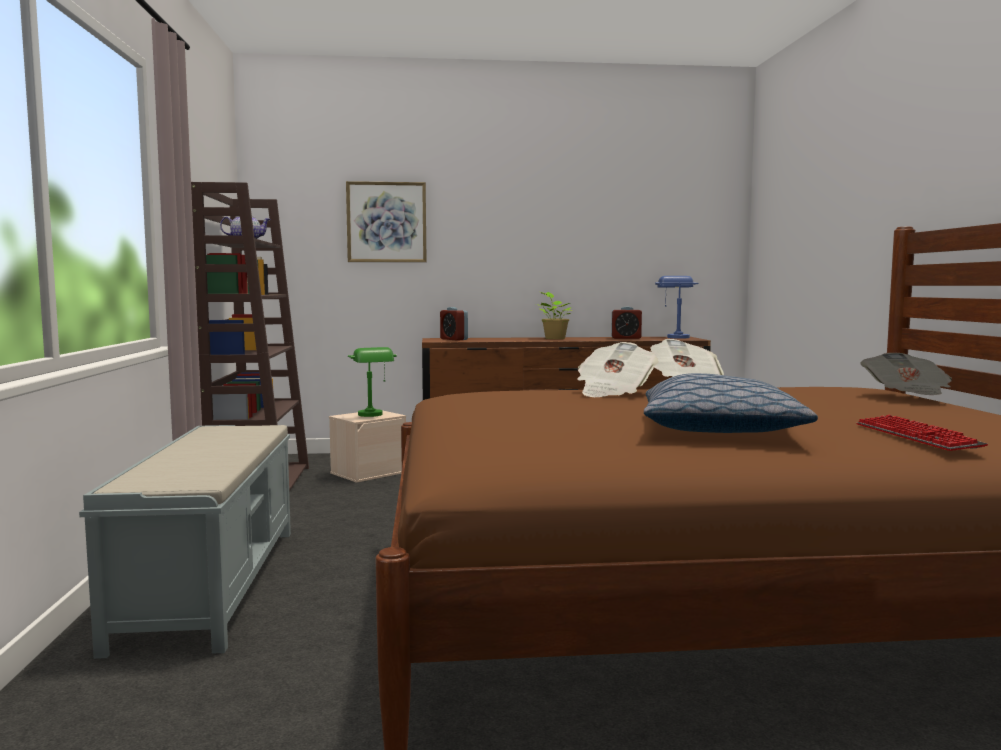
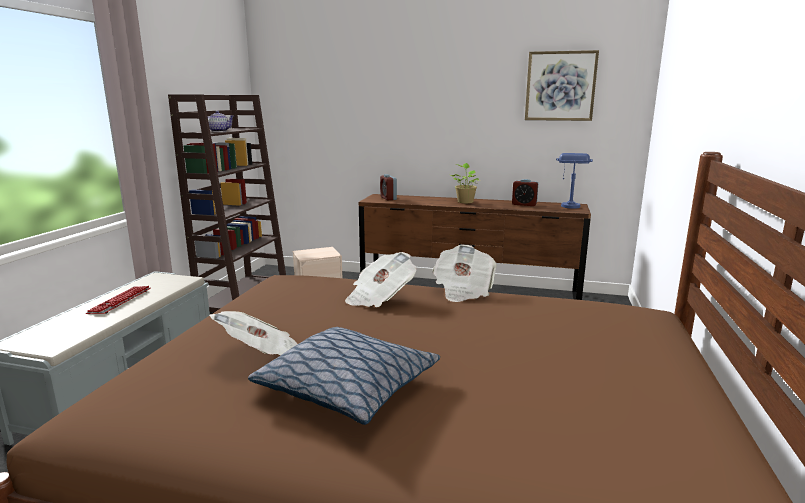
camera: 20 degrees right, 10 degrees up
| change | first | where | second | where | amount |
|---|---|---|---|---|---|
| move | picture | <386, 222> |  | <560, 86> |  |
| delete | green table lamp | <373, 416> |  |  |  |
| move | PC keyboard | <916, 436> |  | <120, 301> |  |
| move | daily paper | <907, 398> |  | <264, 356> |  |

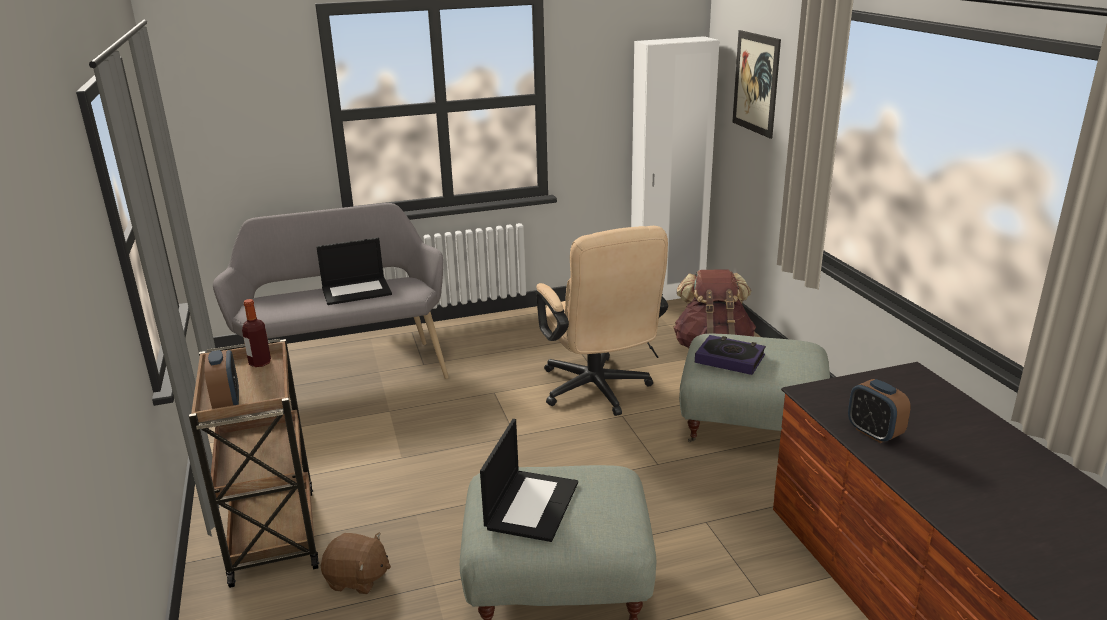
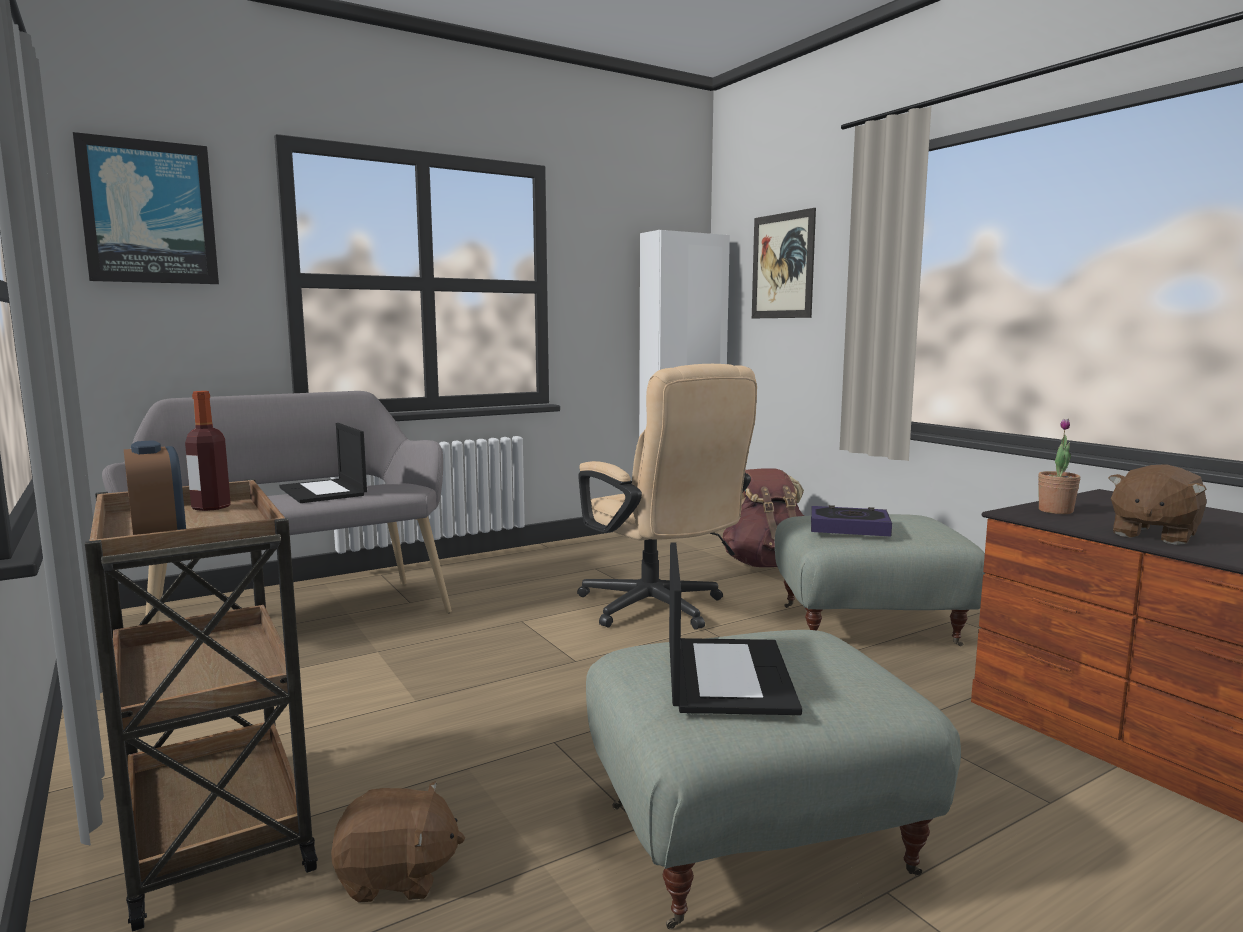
camera: 15 degrees left, 15 degrees down
| change | first | where | second | where | amount |
|---|---|---|---|---|---|
| rotate | portable computer | <357, 291> |  | <324, 491> | 90 degrees clockwise |
| replace | table clock | <874, 433> | brown soft toy | <1153, 534> |  |
| insert |  |  | picture | <149, 212> |  |
| insert |  |  | potted plant | <1055, 511> |  |

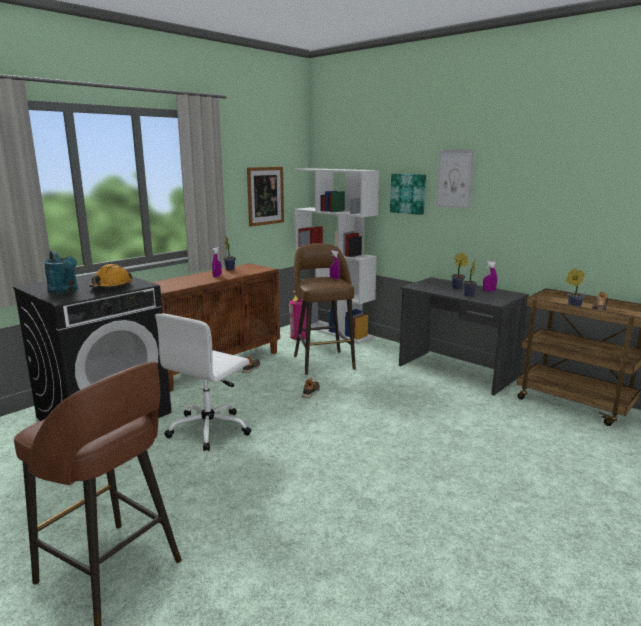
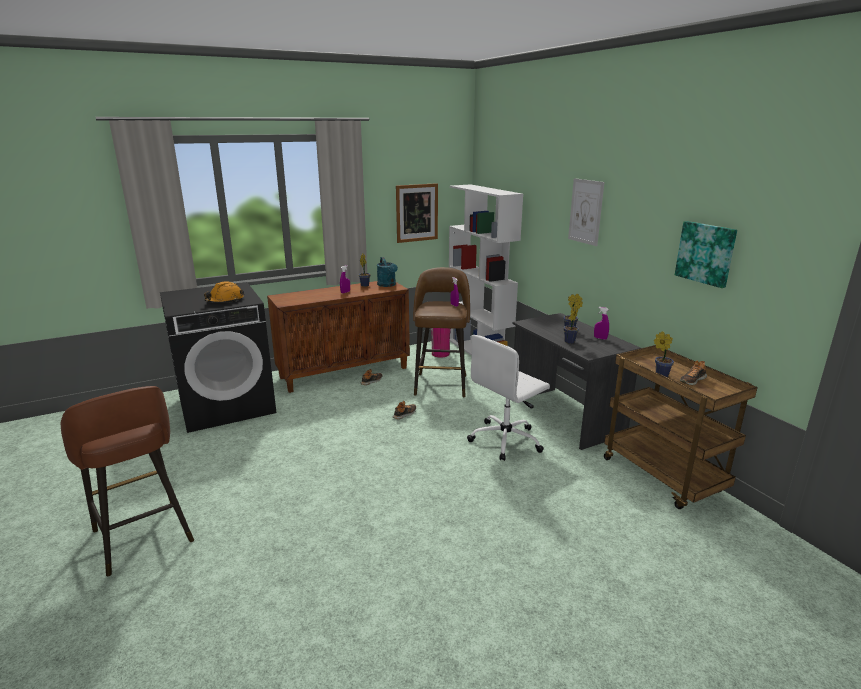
camera: 20 degrees right, 5 degrees up
| change | first | where | second | where | amount |
|---|---|---|---|---|---|
| move | turquoise-coloured sprinkling can | <65, 291> |  | <388, 285> |  |
| move | white-coloured computer chair | <210, 429> |  | <506, 440> |  |
| move | picture | <408, 193> |  | <706, 253> |  |

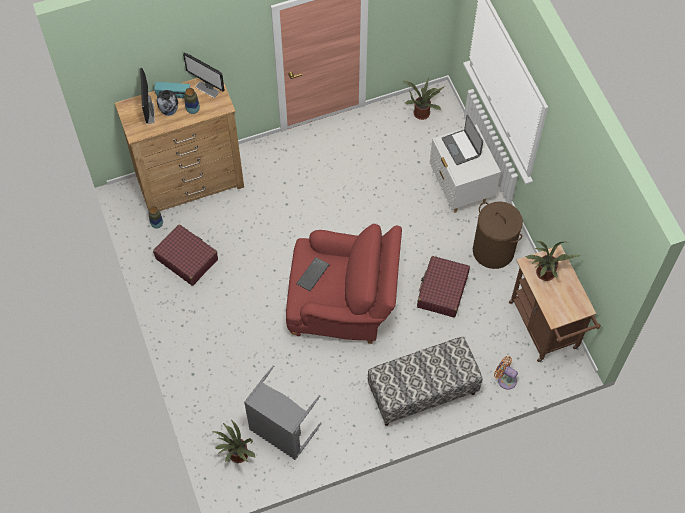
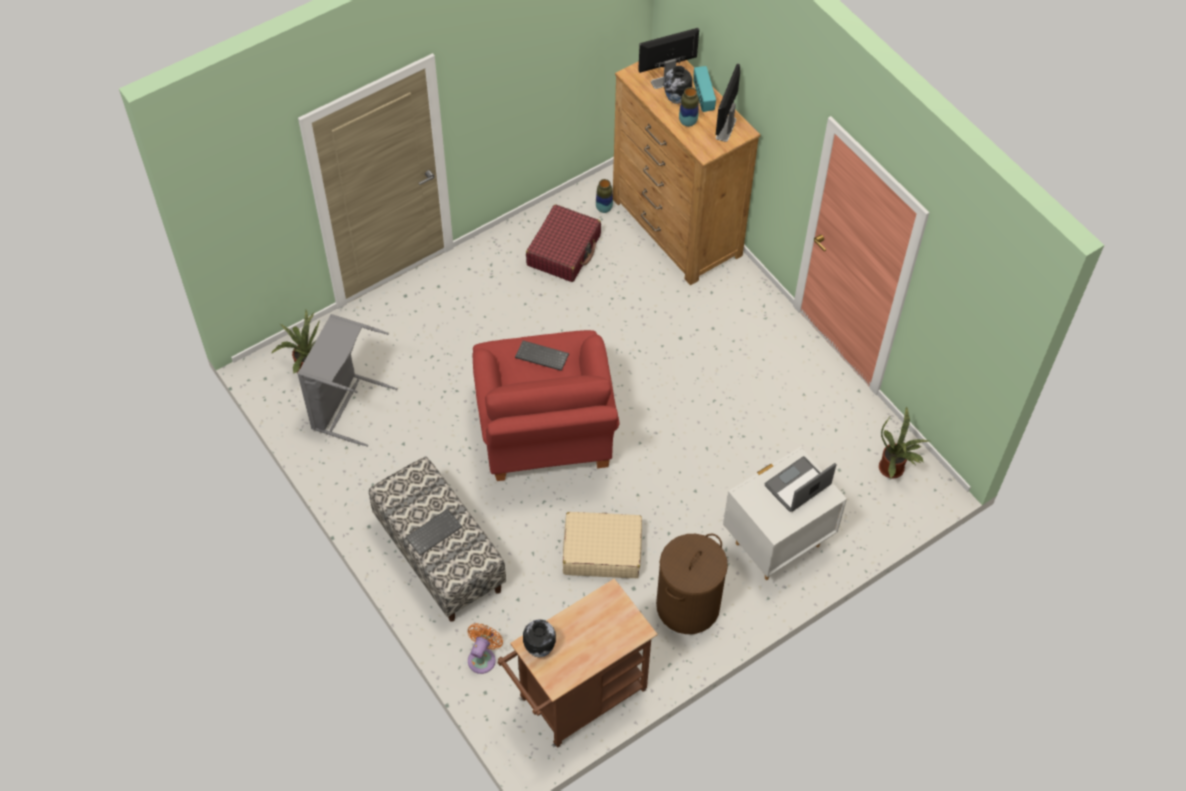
camera: 75 degrees right, 5 degrees down
| change | first | where | second | where | amount |
|---|---|---|---|---|---|
| recolor | red-coloured suitcase | <442, 291> | beige suitcase | <601, 551> |  |
| delete | potted plant | <545, 275> |  |  |  |
| insert |  |  | PC keyboard | <434, 531> |  |
| insert |  |  | vase | <539, 648> |  |

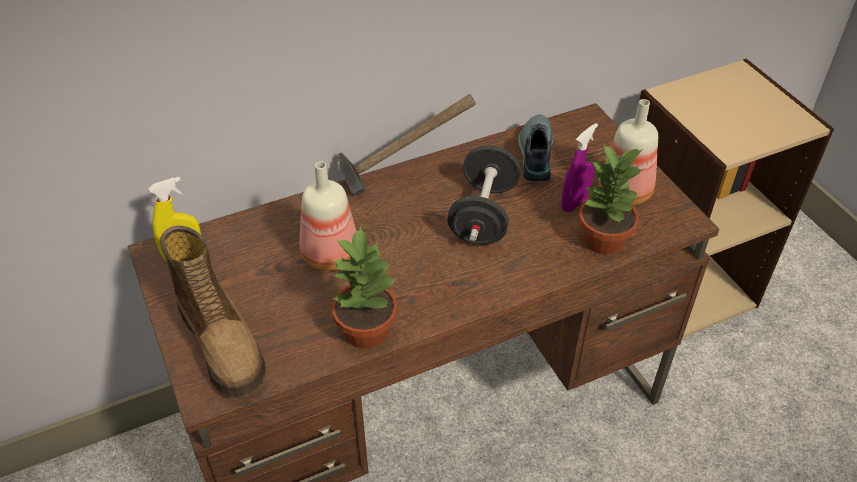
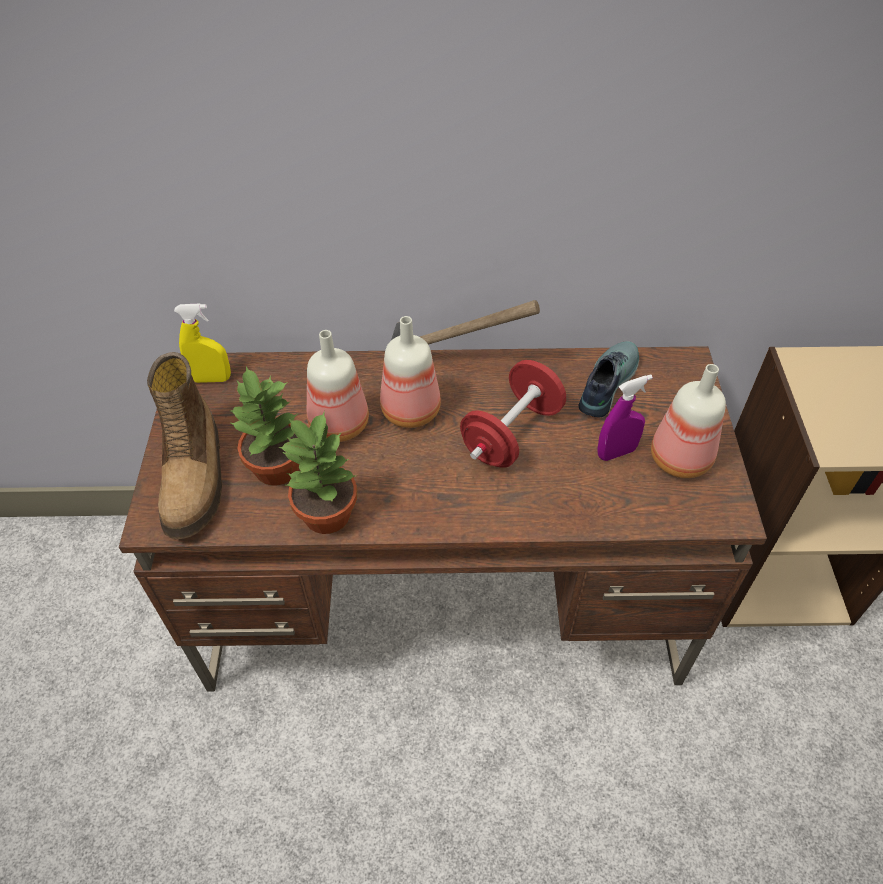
camera: 25 degrees right, 5 degrees up
| change | first | where | second | where | amount |
|---|---|---|---|---|---|
| recolor | blackish hand weight | <483, 215> | red-coloured hand weight | <511, 433> |  |
| move | potted plant | <604, 240> |  | <277, 468> |  |
| insert |  |  | beverage bottle | <409, 409> |  |

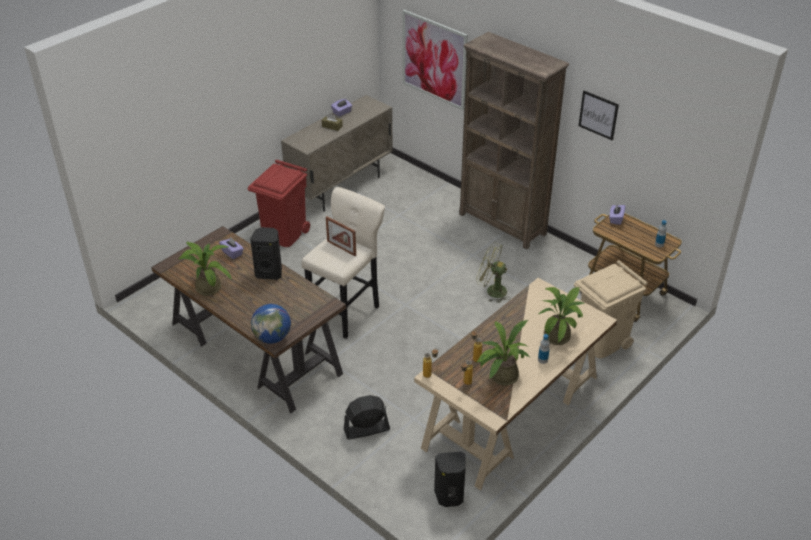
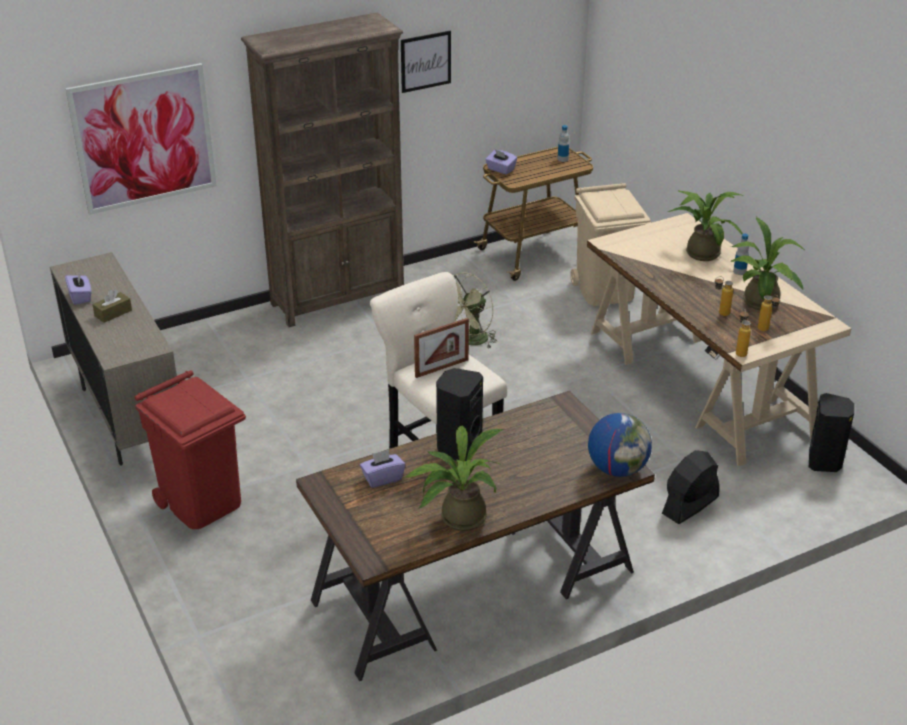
camera: 70 degrees left, 5 degrees down
| change | first | where | second | where | amount |
|---|---|---|---|---|---|
| rotate | blackish cooling fan | <366, 429> |  | <690, 505> | 45 degrees clockwise |

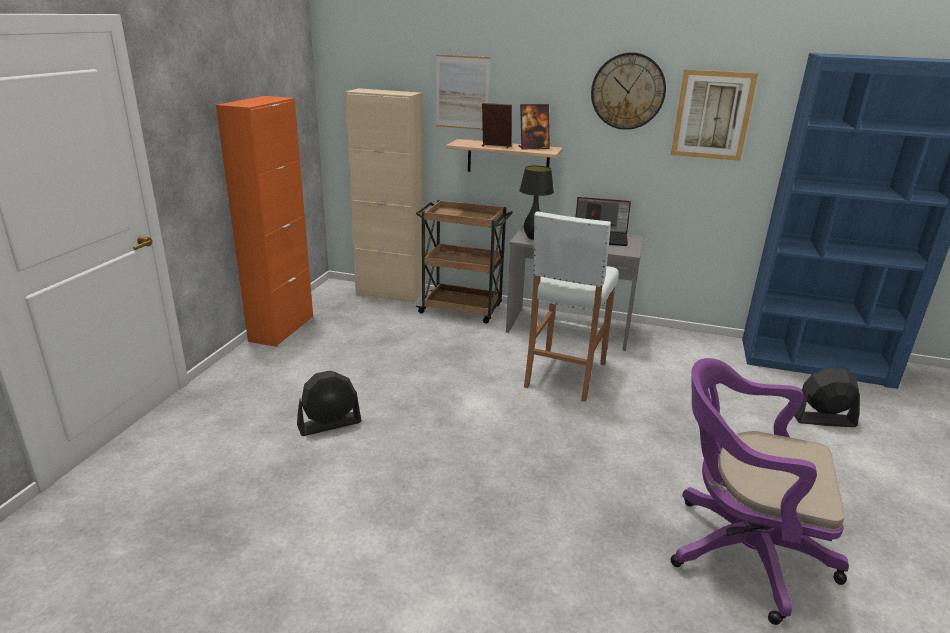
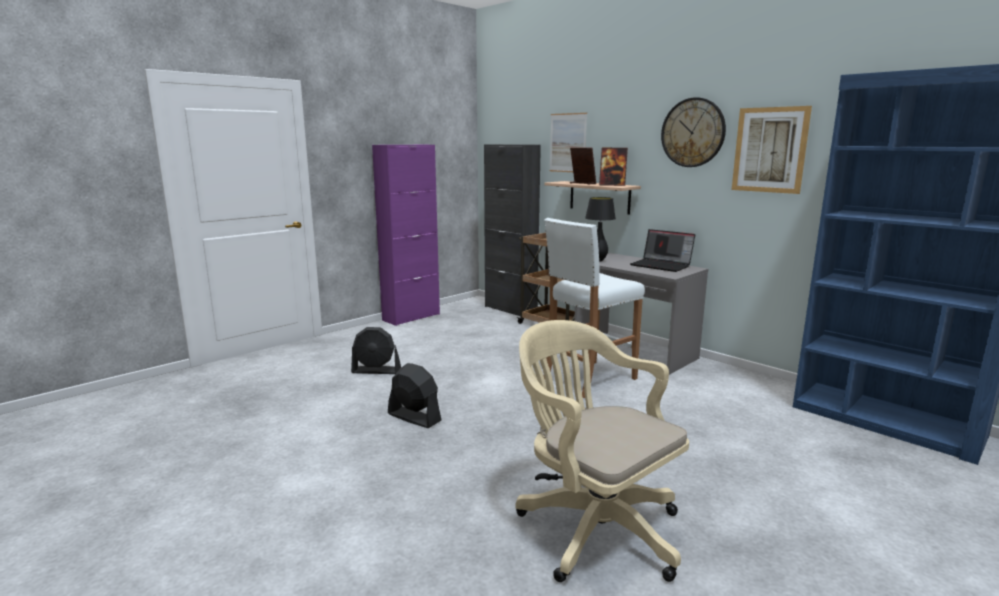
camera: 30 degrees right, 10 degrees down
| change | first | where | second | where | amount |
|---|---|---|---|---|---|
| recolor | orange-coloured cabinet | <282, 329> | purple-coloured cabinet | <411, 317> |  |
| recolor | beige cabinet | <389, 293> | blackish cabinet | <510, 309> |  |
| recolor | purple-coloured computer chair | <738, 551> | beige computer chair | <593, 526> |  |
| move | blackish cooling fan | <823, 419> |  | <414, 417> |  |

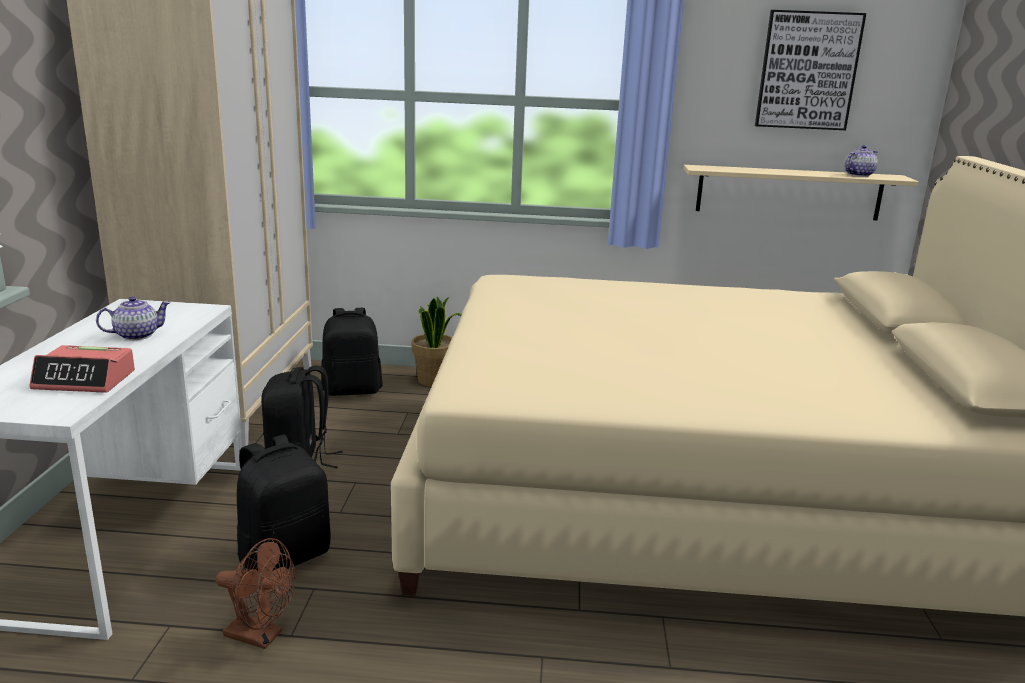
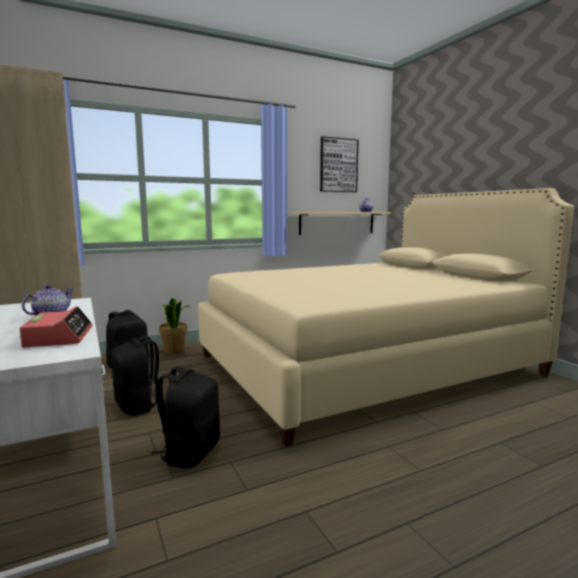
camera: 30 degrees left, 10 degrees down
| change | first | where | second | where | amount |
|---|---|---|---|---|---|
| rotate | table clock | <85, 380> |  | <59, 337> | 75 degrees counterclockwise |
| delete | brown cooling fan | <261, 636> |  |  |  |

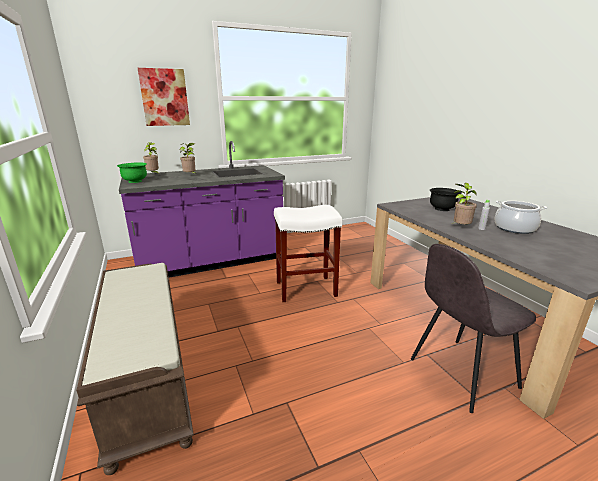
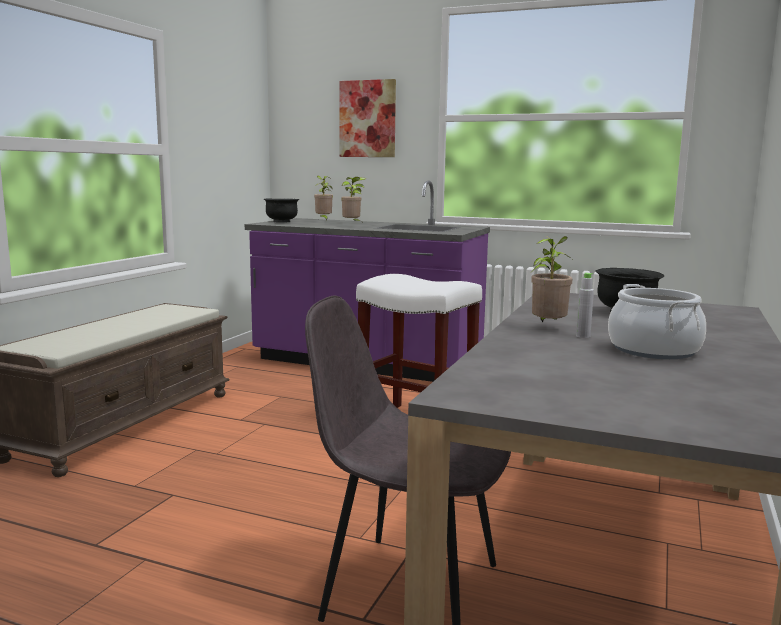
camera: 45 degrees right, 10 degrees down
| change | first | where | second | where | amount |
|---|---|---|---|---|---|
| recolor | green serving bowl | <135, 181> | blackish serving bowl | <282, 222> |  |

